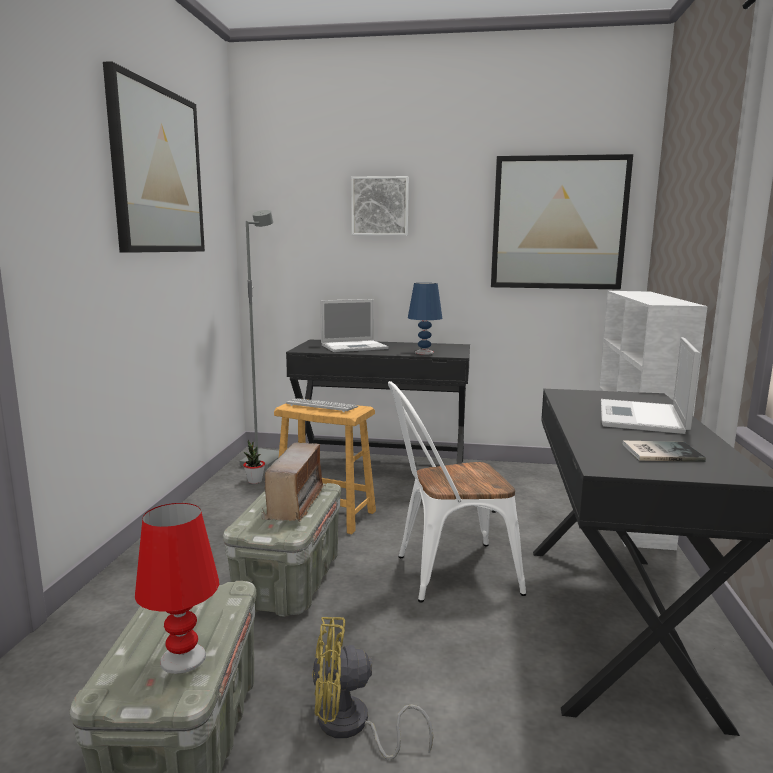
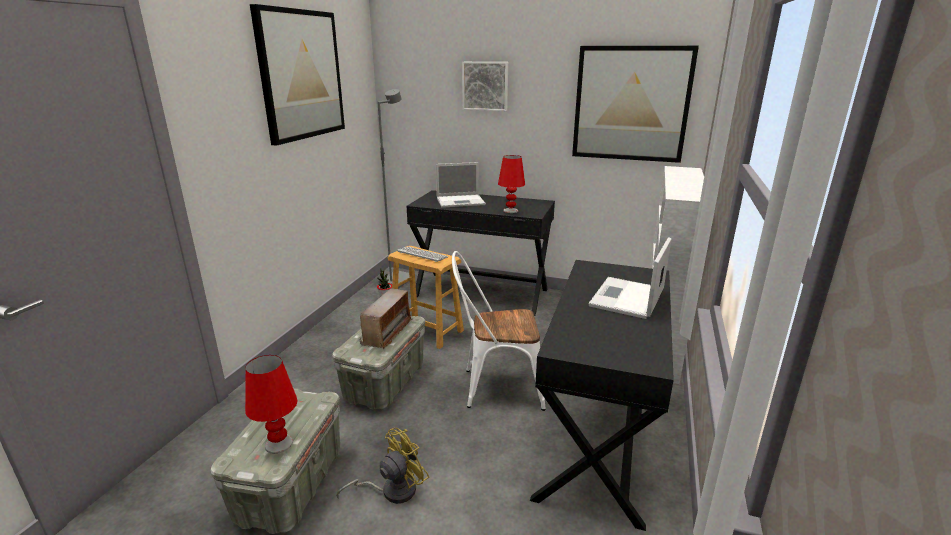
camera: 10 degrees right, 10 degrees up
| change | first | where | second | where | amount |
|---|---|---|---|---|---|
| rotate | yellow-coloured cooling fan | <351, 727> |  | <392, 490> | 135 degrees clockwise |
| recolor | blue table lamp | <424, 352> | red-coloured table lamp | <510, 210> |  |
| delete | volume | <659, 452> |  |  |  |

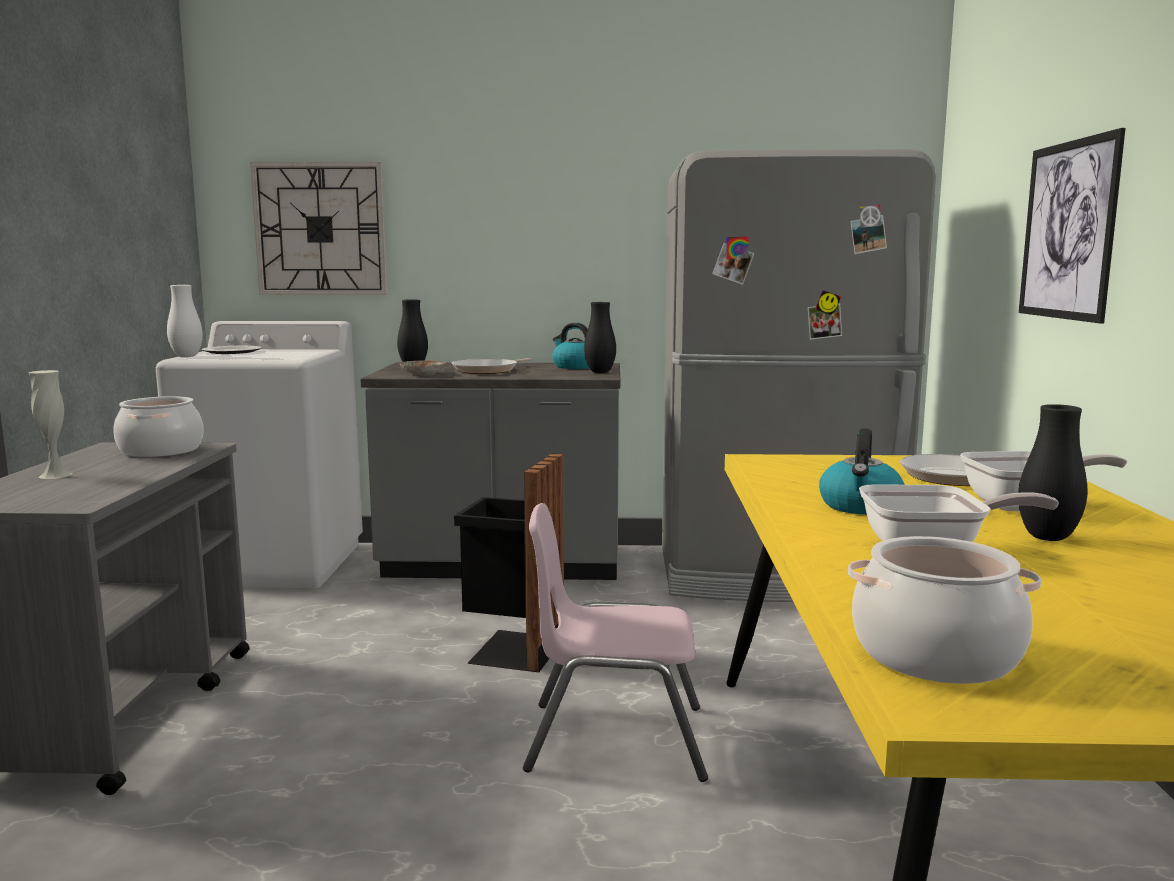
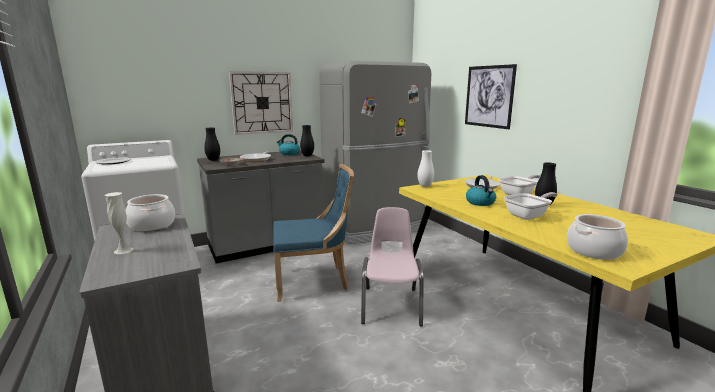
camera: 30 degrees left, 5 degrees up
| change | first | where | second | where | amount |
|---|---|---|---|---|---|
| move | white-coloured vase | <186, 356> |  | <425, 186> |  |
| move | clock on the wall | <320, 229> |  | <262, 103> |  |
| replace | blackish waste bin | <512, 649> | blue upright chair | <314, 281> |  |
| rotate | pinkish upright chair | <615, 739> |  | <391, 305> | 120 degrees clockwise |

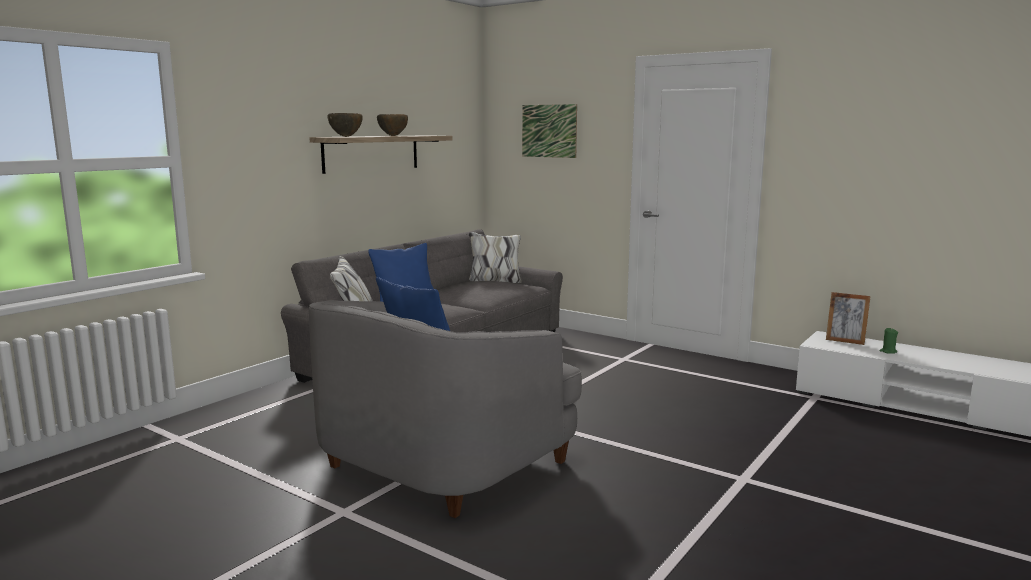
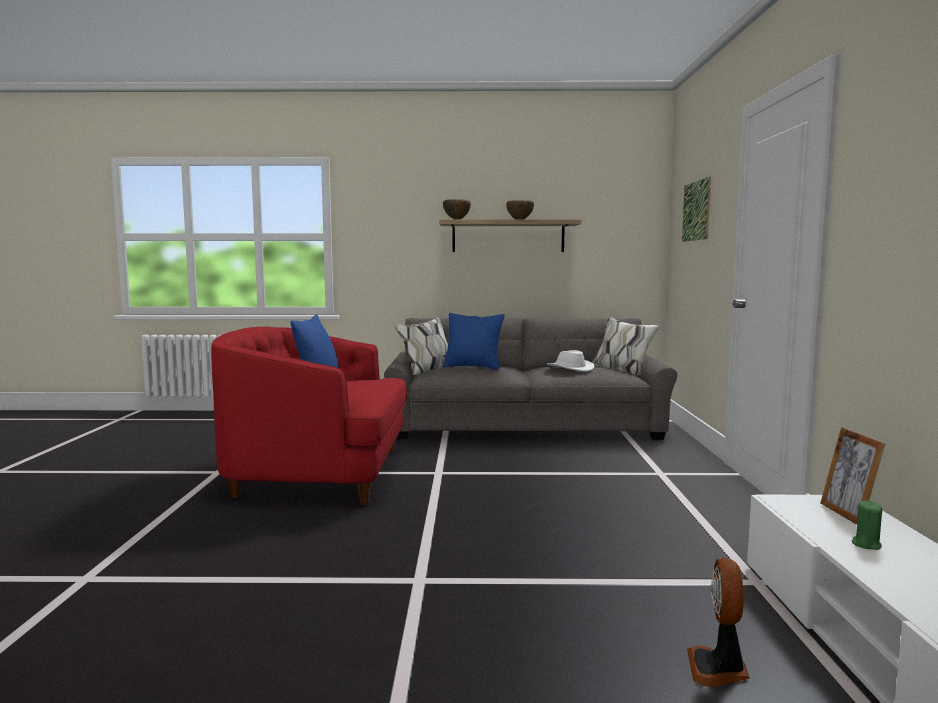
camera: 55 degrees right, 5 degrees down
| change | first | where | second | where | amount |
|---|---|---|---|---|---|
| recolor | gray armchair | <443, 461> | red-coloured armchair | <320, 474> |  |
| insert |  |  | white-coloured clothing hat | <569, 368> |  |
| insert |  |  | cooling fan | <718, 669> |  |

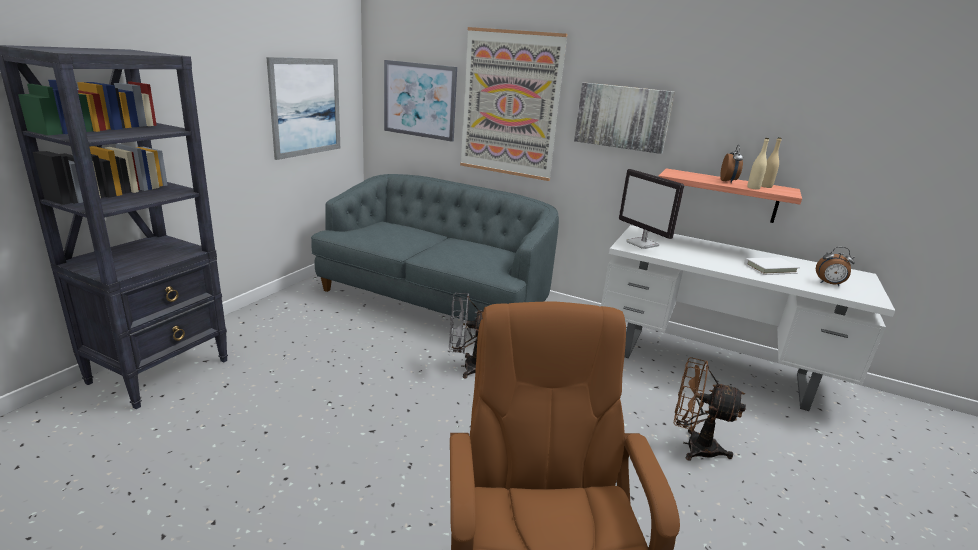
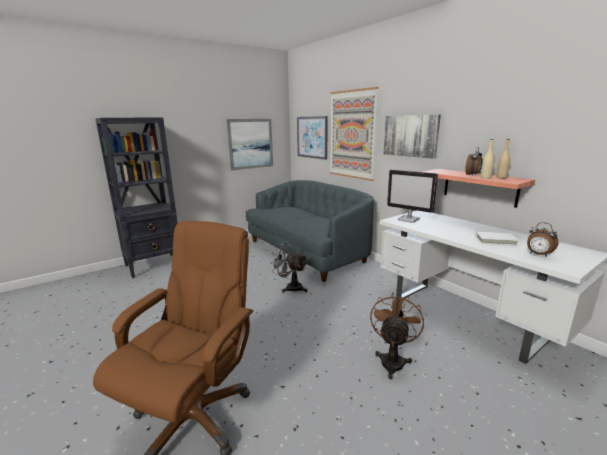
camera: 30 degrees right, 5 degrees down
| change | first | where | second | where | amount |
|---|---|---|---|---|---|
| rotate | computer display | <643, 244> |  | <409, 219> | 45 degrees counterclockwise |
| rotate | brown cooling fan | <692, 446> |  | <392, 360> | 60 degrees clockwise |

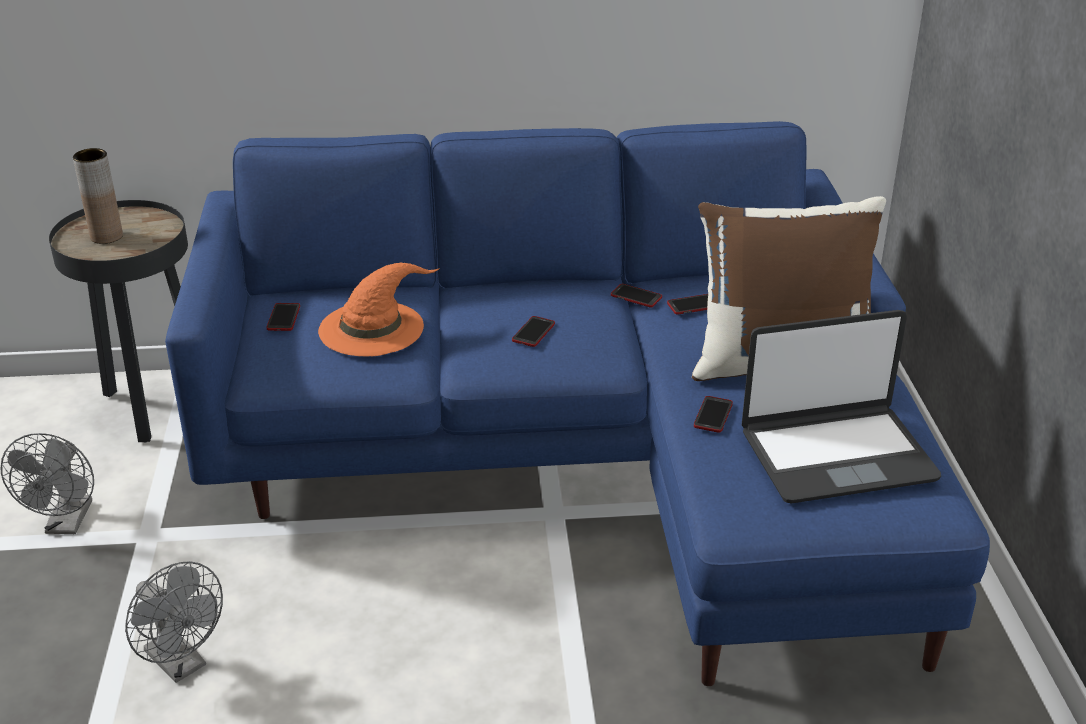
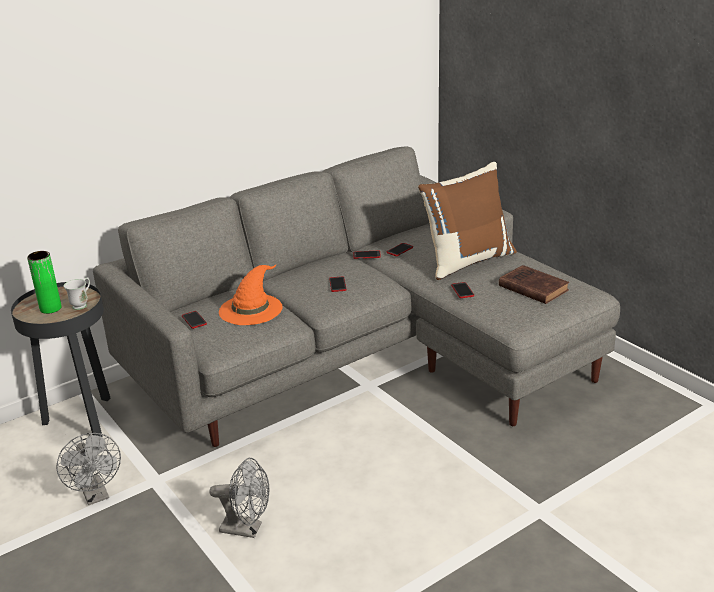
camera: 30 degrees left, 5 degrees down
| change | first | where | second | where | amount |
|---|---|---|---|---|---|
| recolor | brown vase | <106, 236> | green vase | <50, 308> |  |
| recolor | blue settee | <583, 466> | gray settee | <361, 360> |  |
| replace | portable computer | <836, 454> | brown volume | <531, 288> |  |
| insert |  |  | white-coloured tea mug | <82, 304> |  |

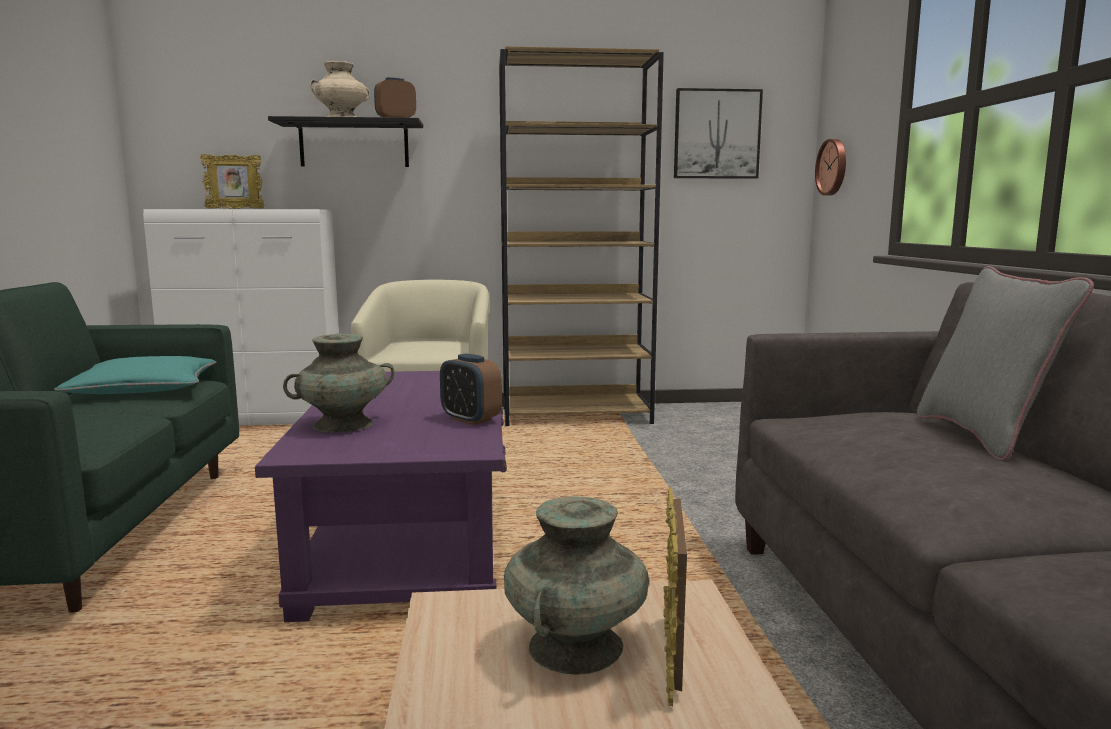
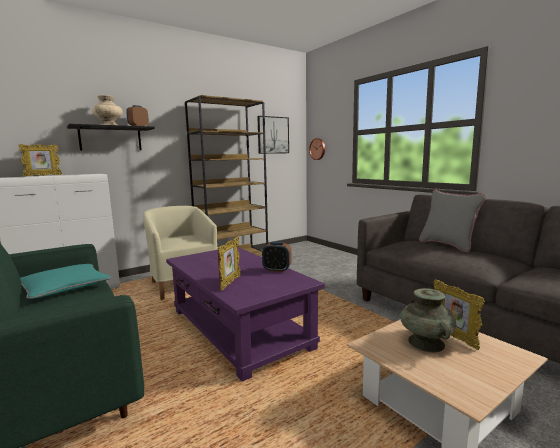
camera: 30 degrees left, 0 degrees up
| change | first | where | second | where | amount |
|---|---|---|---|---|---|
| replace | turquoise-coloured vase | <344, 424> | picture frame | <230, 283> |  |

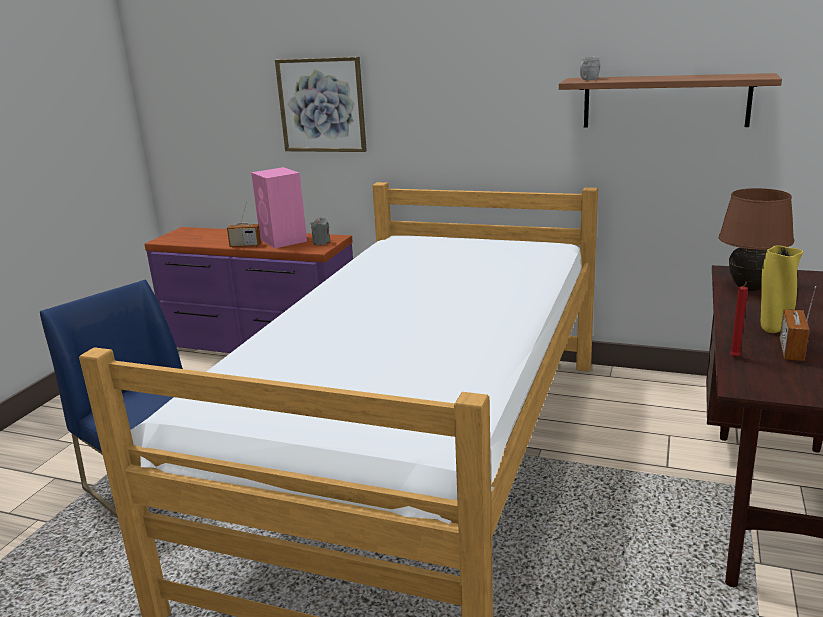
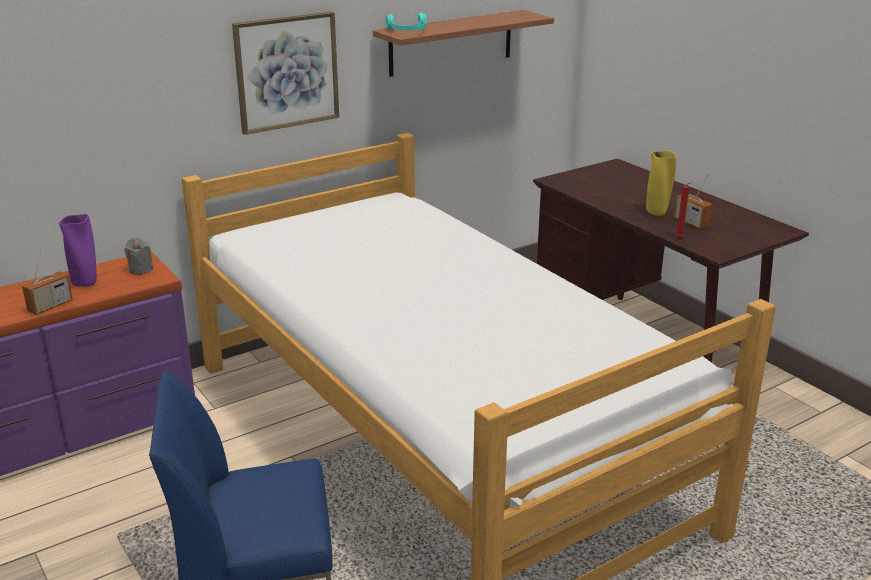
camera: 55 degrees left, 5 degrees up
| change | first | where | second | where | amount |
|---|---|---|---|---|---|
| replace | pinkish speaker | <283, 240> | purple-coloured vase | <85, 283> |  |
| move | picture | <322, 105> |  | <286, 72> |  |
| replace | gray tea mug | <587, 79> | turquoise-coloured headset | <408, 31> |  |
| delete | brown table lamp | <750, 289> |  |  |  |

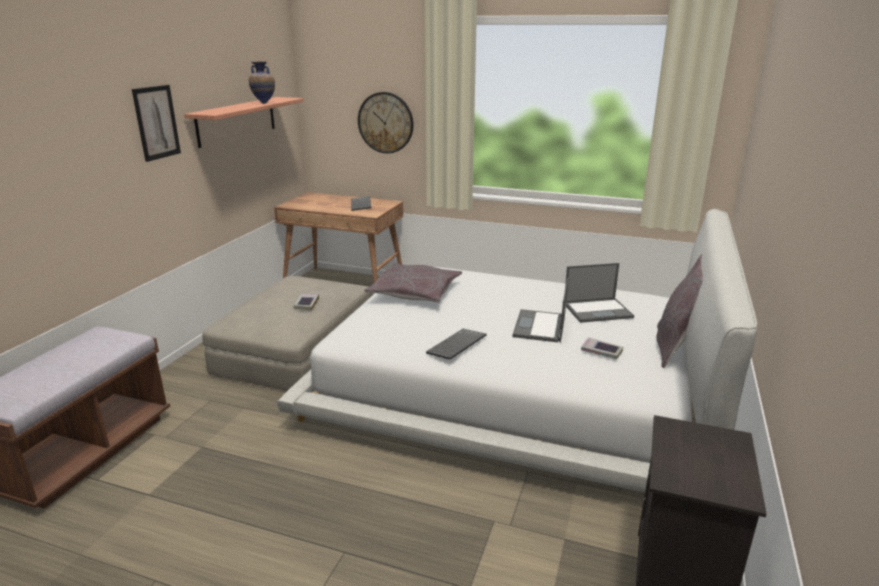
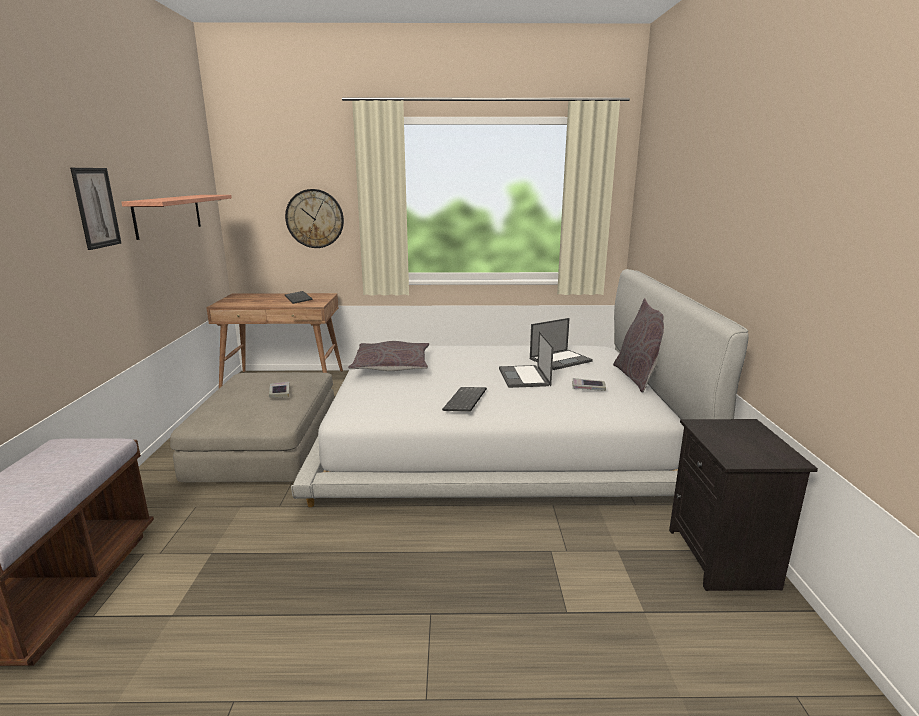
camera: 20 degrees left, 5 degrees down
| change | first | where | second | where | amount |
|---|---|---|---|---|---|
| delete | vase | <264, 103> |  |  |  |

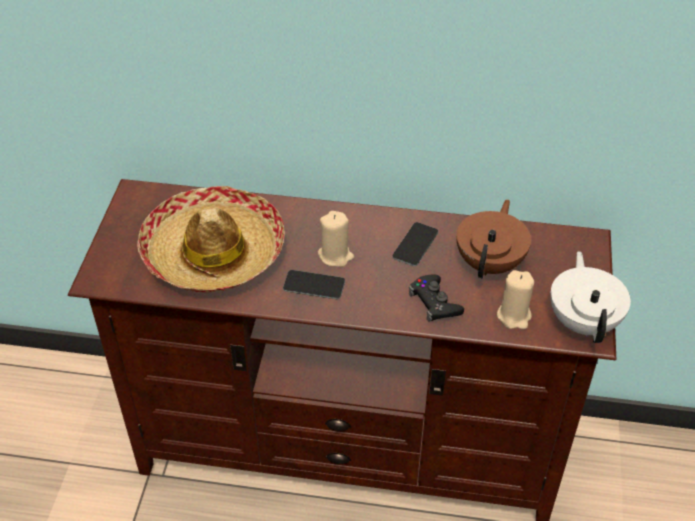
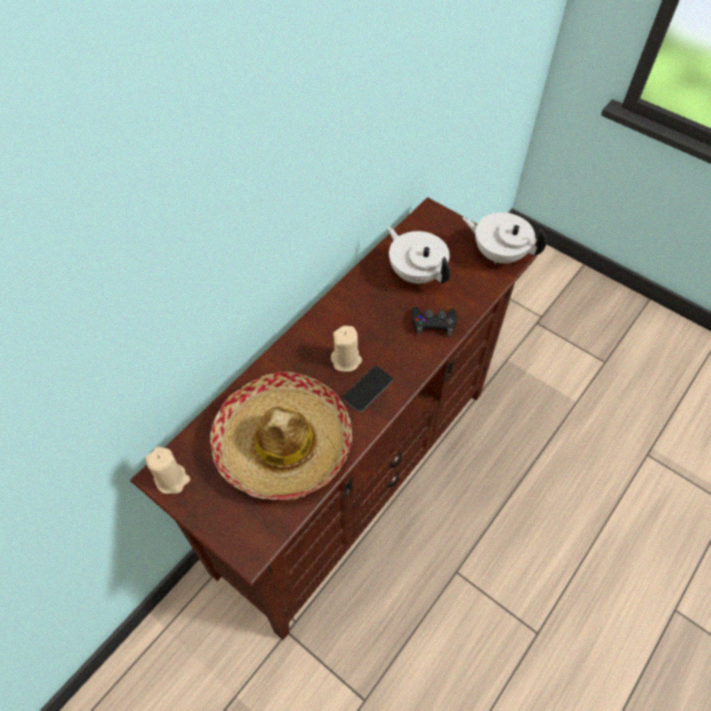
camera: 60 degrees left, 10 degrees up
| change | first | where | second | where | amount |
|---|---|---|---|---|---|
| delete | handset | <415, 244> |  |  |  |
| recolor | brown pot for tea | <490, 263> | white-coloured pot for tea | <416, 273> |  |
| move | beige wax light | <514, 316> |  | <172, 479> |  |

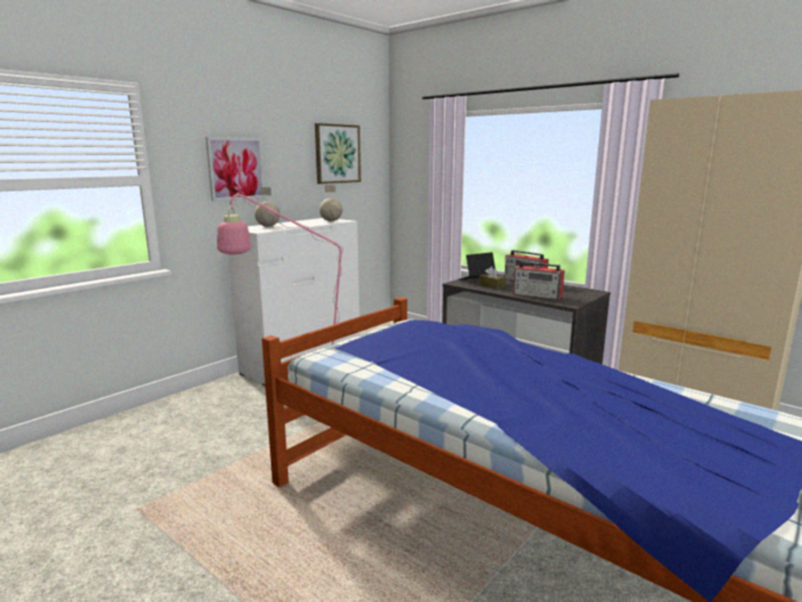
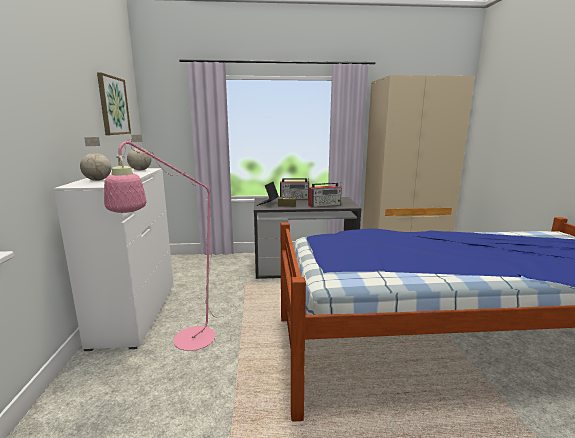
camera: 45 degrees left, 0 degrees up
| change | first | where | second | where | amount |
|---|---|---|---|---|---|
| delete | picture | <236, 168> |  |  |  |

